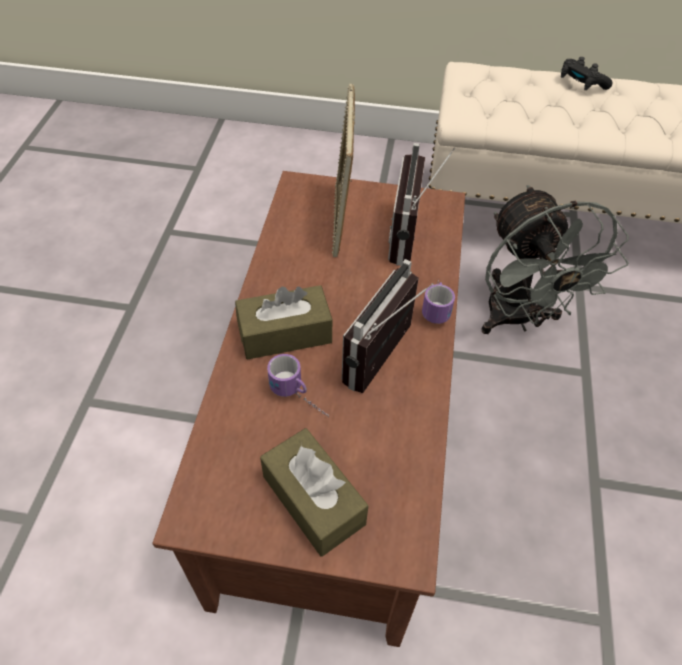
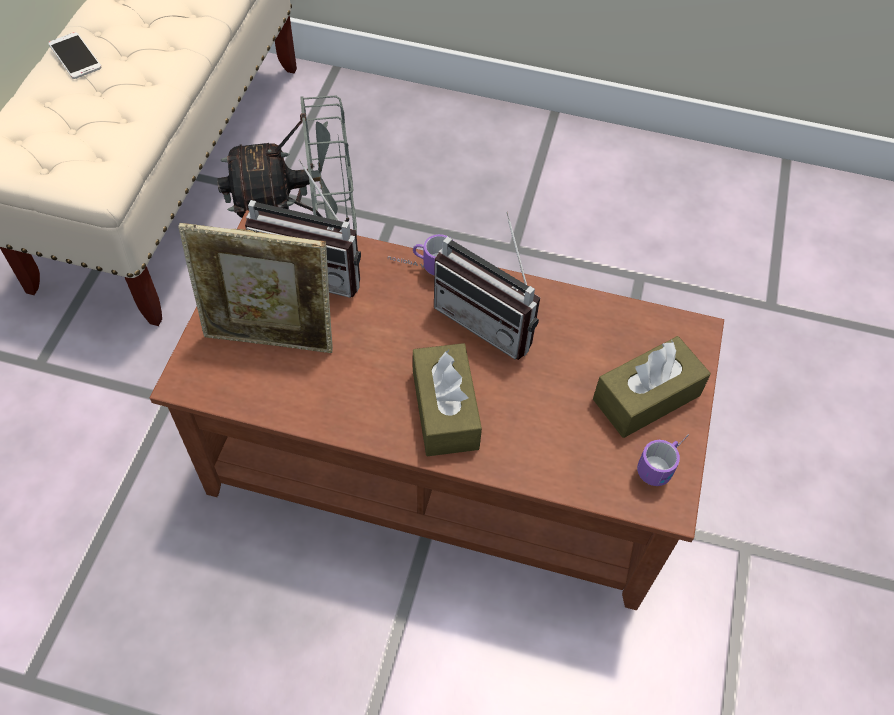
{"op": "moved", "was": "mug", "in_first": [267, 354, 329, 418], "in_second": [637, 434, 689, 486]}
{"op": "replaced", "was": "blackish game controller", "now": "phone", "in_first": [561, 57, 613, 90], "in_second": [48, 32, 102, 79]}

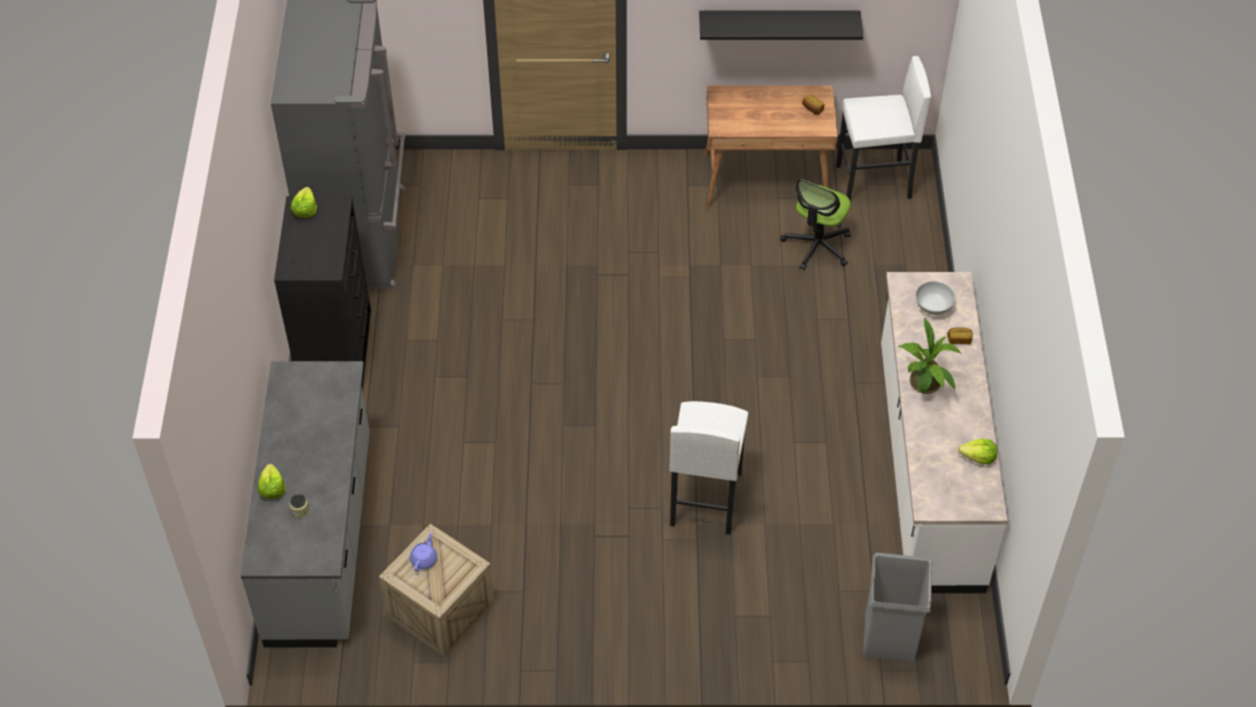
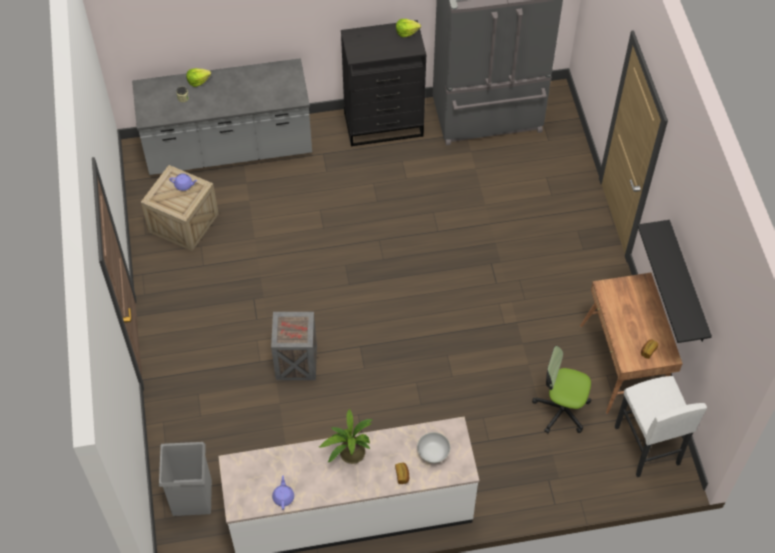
{"op": "replaced", "was": "white sitting stool", "now": "shipping crate", "in_first": [670, 401, 748, 535], "in_second": [271, 312, 317, 380]}
{"op": "replaced", "was": "lettuce", "now": "purple tea pot", "in_first": [958, 439, 997, 465], "in_second": [272, 475, 294, 510]}

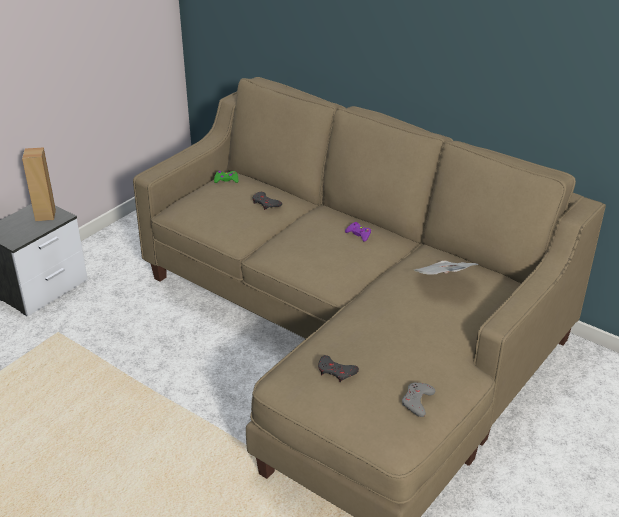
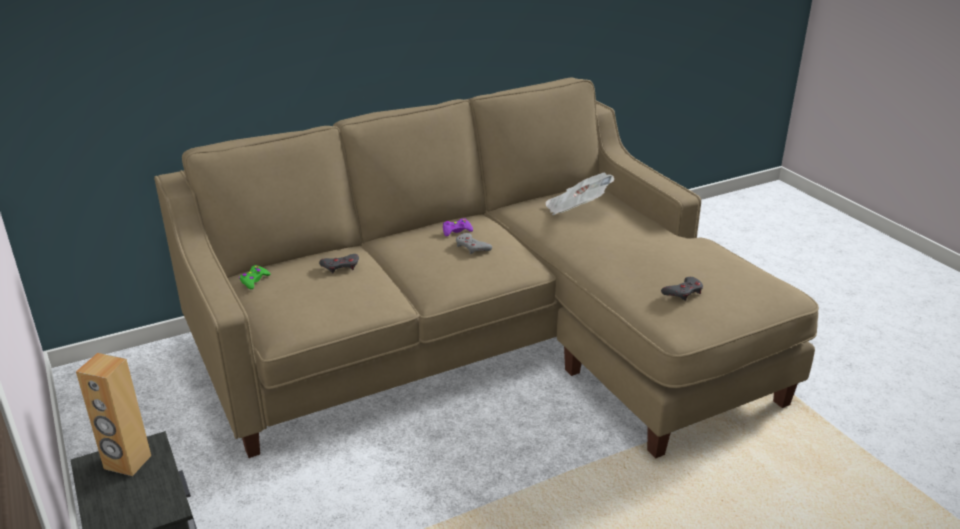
{"op": "moved", "was": "greyish game controller", "in_first": [402, 383, 435, 417], "in_second": [456, 233, 492, 254]}

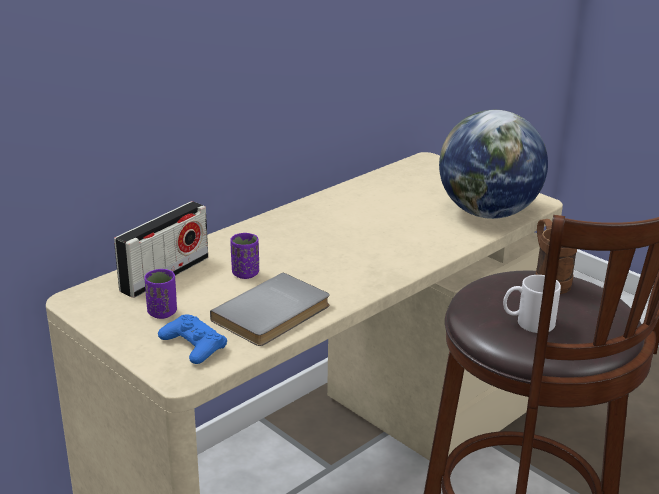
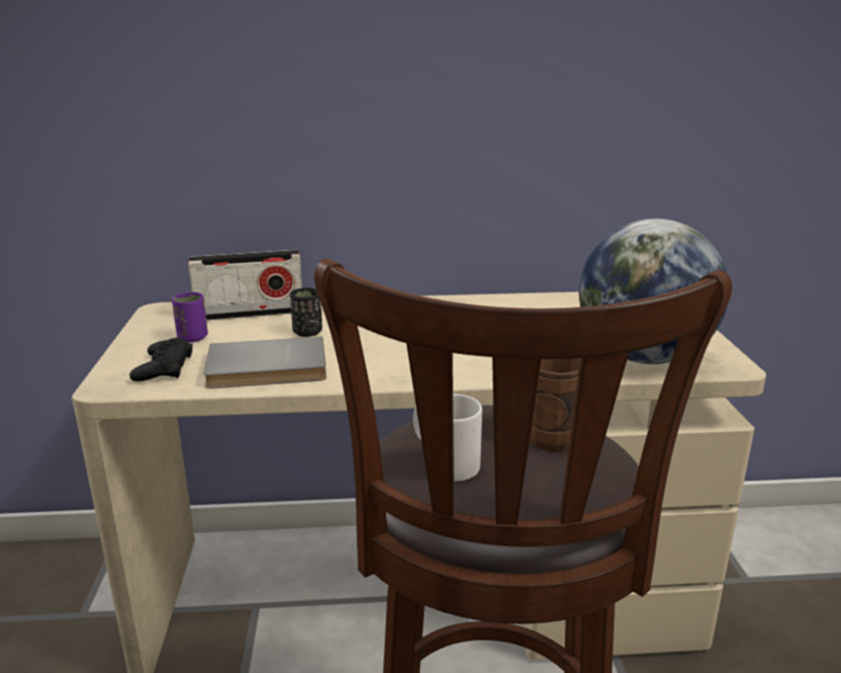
{"op": "recoloured", "was": "blue game controller", "now": "blackish game controller", "in_first": [158, 314, 227, 364], "in_second": [129, 338, 193, 381]}
{"op": "recoloured", "was": "purple drinking cup", "now": "blackish drinking cup", "in_first": [230, 233, 259, 279], "in_second": [290, 288, 322, 337]}

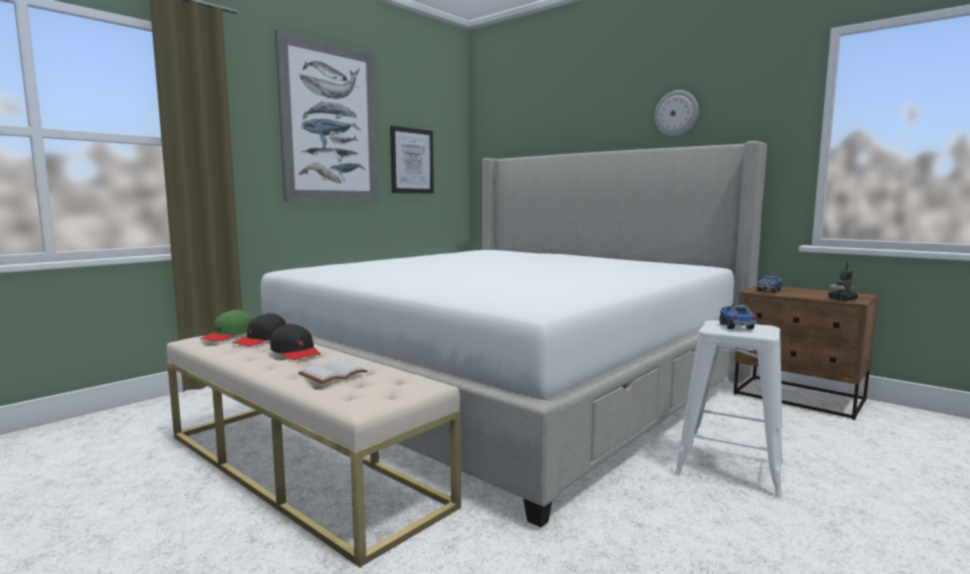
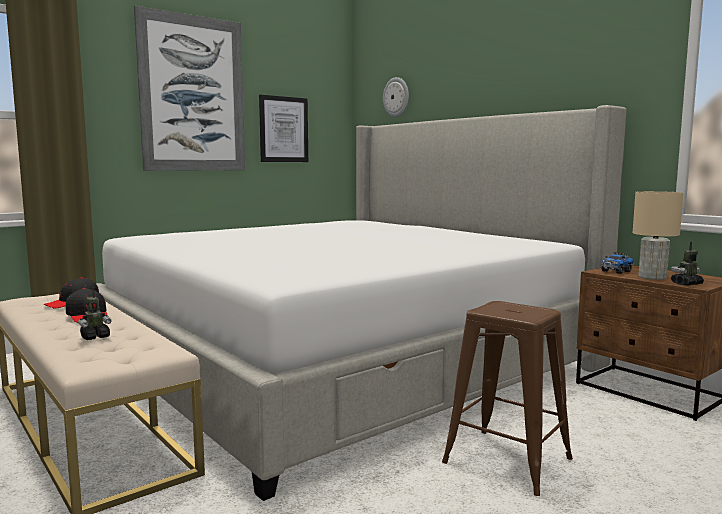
{"op": "removed", "was": "greenish baseball cap", "in_first": [200, 309, 252, 342]}
{"op": "replaced", "was": "white volume", "now": "model robot", "in_first": [298, 360, 367, 384], "in_second": [78, 287, 112, 340]}
{"op": "moved", "was": "hanging clock", "in_first": [655, 90, 699, 137], "in_second": [383, 77, 409, 117]}
{"op": "recoloured", "was": "white sitting stool", "now": "brown-coloured sitting stool", "in_first": [674, 320, 783, 498], "in_second": [442, 301, 573, 496]}
{"op": "removed", "was": "model truck", "in_first": [719, 304, 757, 329]}
{"op": "added", "now": "beige-coloured lamp for a table", "in_second": [633, 191, 683, 280]}

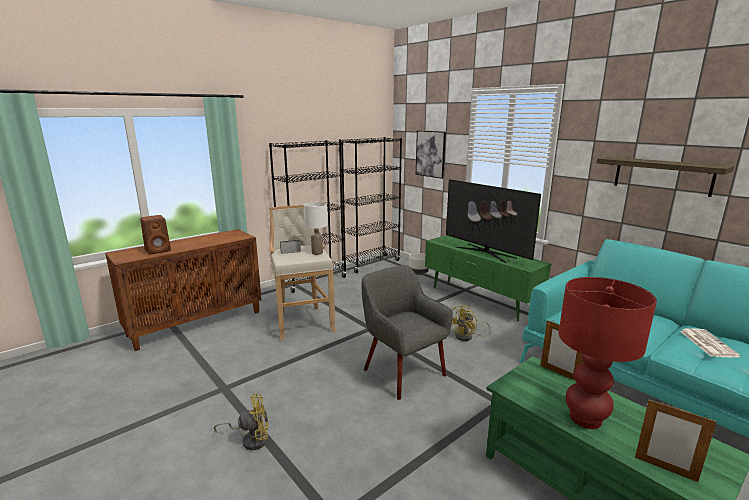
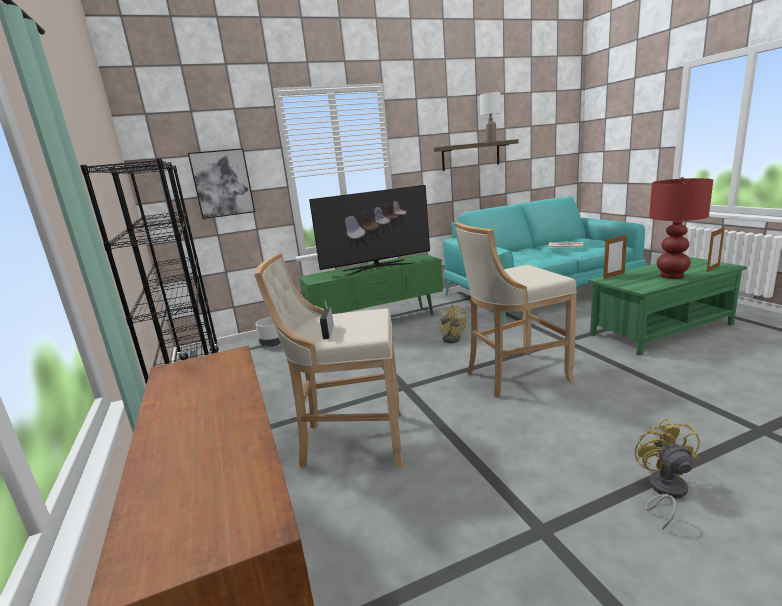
{"op": "removed", "was": "brown-coloured loudspeaker", "in_first": [140, 215, 171, 255]}
{"op": "moved", "was": "white lamp for a table", "in_first": [303, 202, 328, 255], "in_second": [480, 92, 501, 142]}
{"op": "replaced", "was": "greyish easy chair", "now": "beige-coloured sitting stool", "in_first": [362, 265, 453, 400], "in_second": [454, 222, 577, 398]}

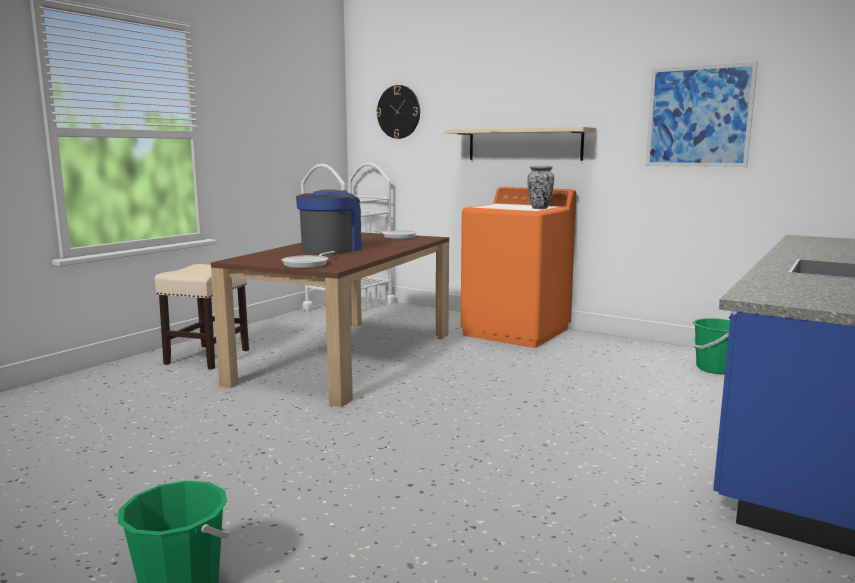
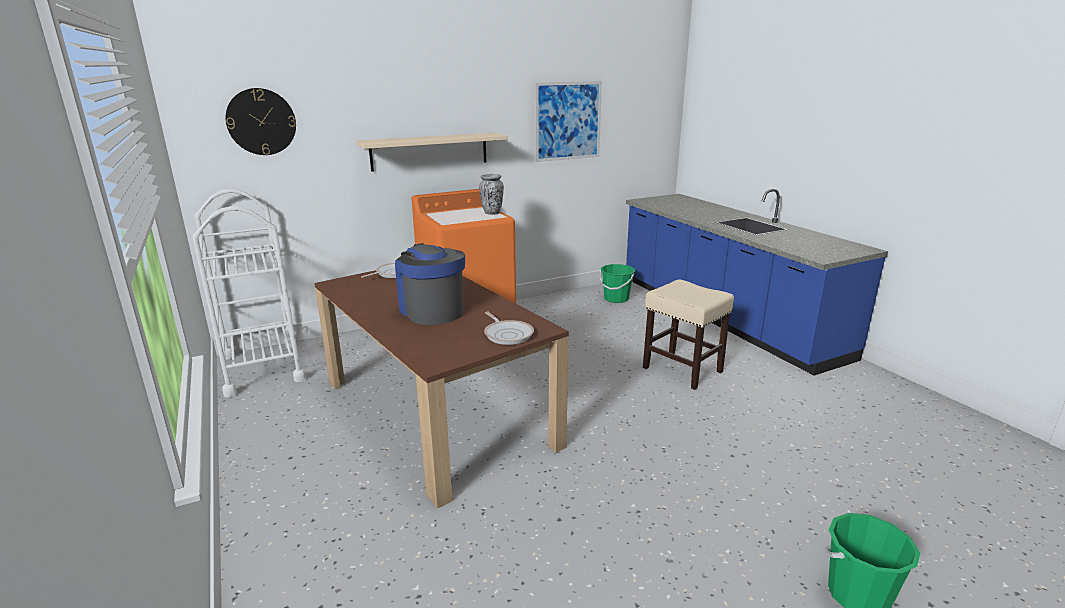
{"op": "moved", "was": "beige-coloured sitting stool", "in_first": [155, 264, 249, 369], "in_second": [643, 279, 734, 390]}

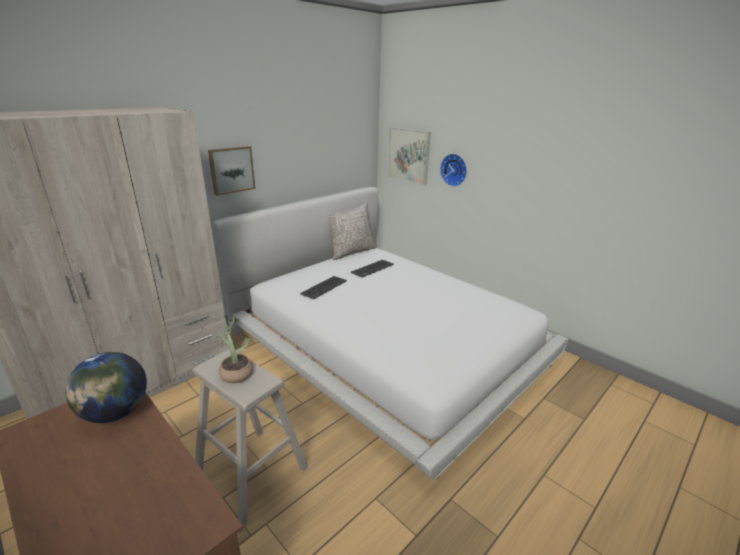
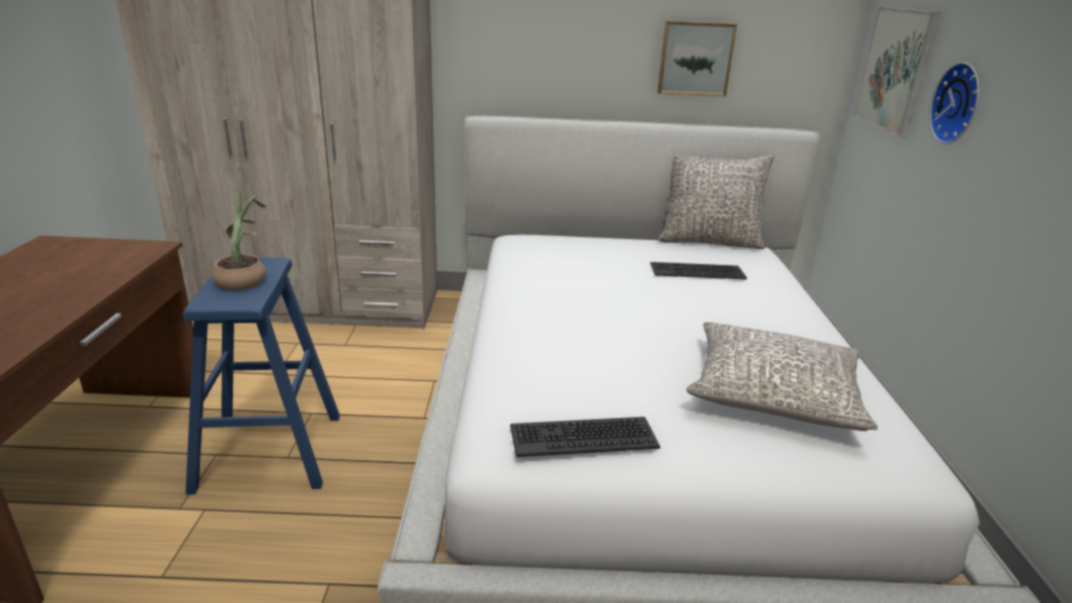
{"op": "removed", "was": "desk globe", "in_first": [65, 352, 147, 423]}
{"op": "recoloured", "was": "beige-coloured sitting stool", "now": "blue sitting stool", "in_first": [192, 349, 308, 526], "in_second": [183, 258, 340, 494]}
{"op": "moved", "was": "picture", "in_first": [208, 146, 255, 195], "in_second": [657, 21, 737, 97]}
{"op": "moved", "was": "computer keyboard", "in_first": [300, 276, 347, 299], "in_second": [510, 417, 660, 457]}
{"op": "added", "now": "greyish pillow", "in_second": [686, 322, 878, 431]}

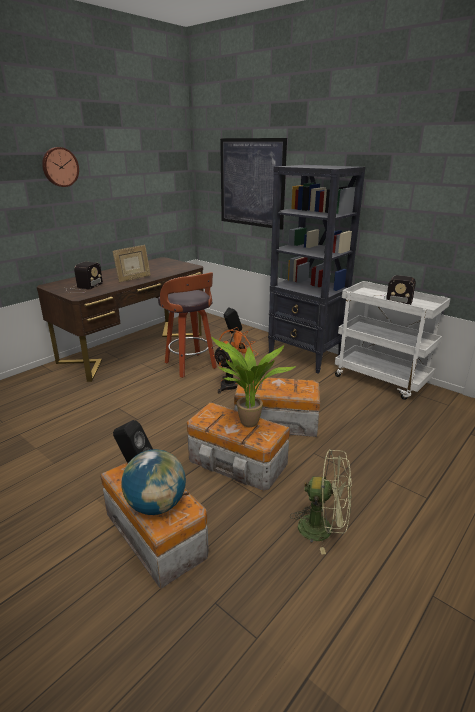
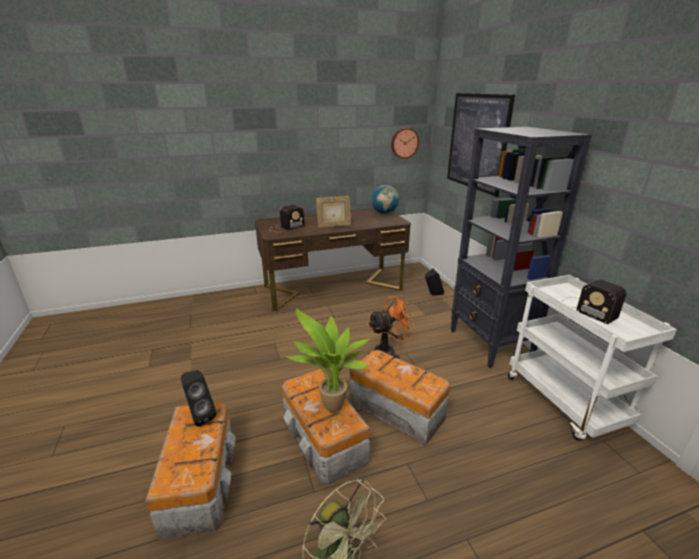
{"op": "moved", "was": "hanging clock", "in_first": [42, 147, 79, 187], "in_second": [391, 128, 419, 159]}
{"op": "moved", "was": "desk globe", "in_first": [121, 449, 186, 515], "in_second": [371, 185, 399, 214]}
{"op": "removed", "was": "sitting stool", "in_first": [158, 272, 217, 378]}

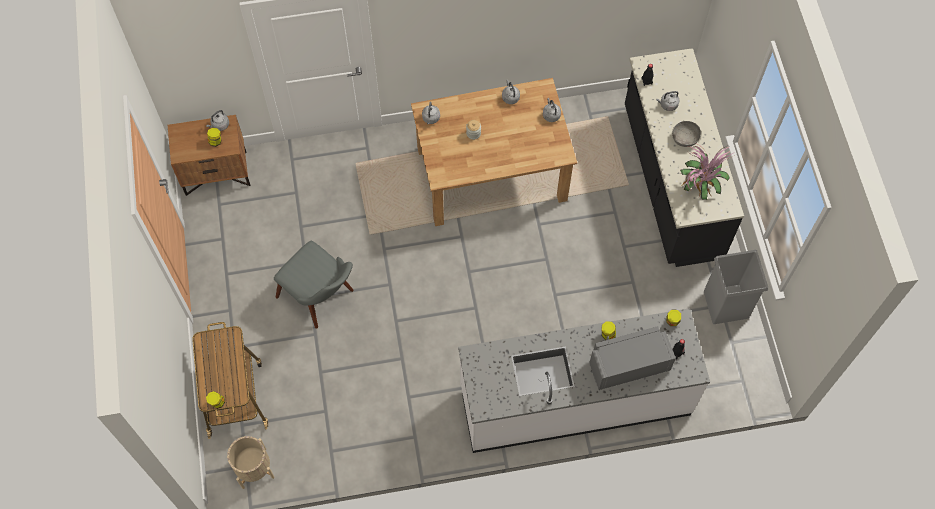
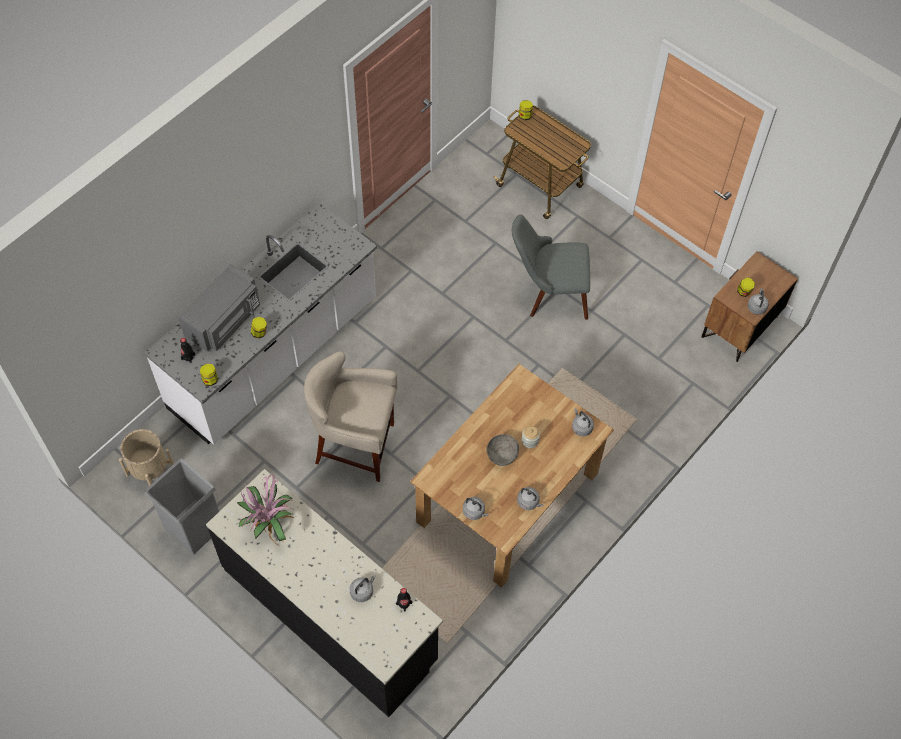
{"op": "moved", "was": "beige-coloured plant pot", "in_first": [227, 436, 275, 489], "in_second": [119, 429, 174, 486]}
{"op": "moved", "was": "greyish deep dish", "in_first": [672, 121, 701, 147], "in_second": [487, 434, 519, 466]}
{"op": "added", "now": "beige-coloured sitting stool", "in_second": [304, 351, 398, 482]}

